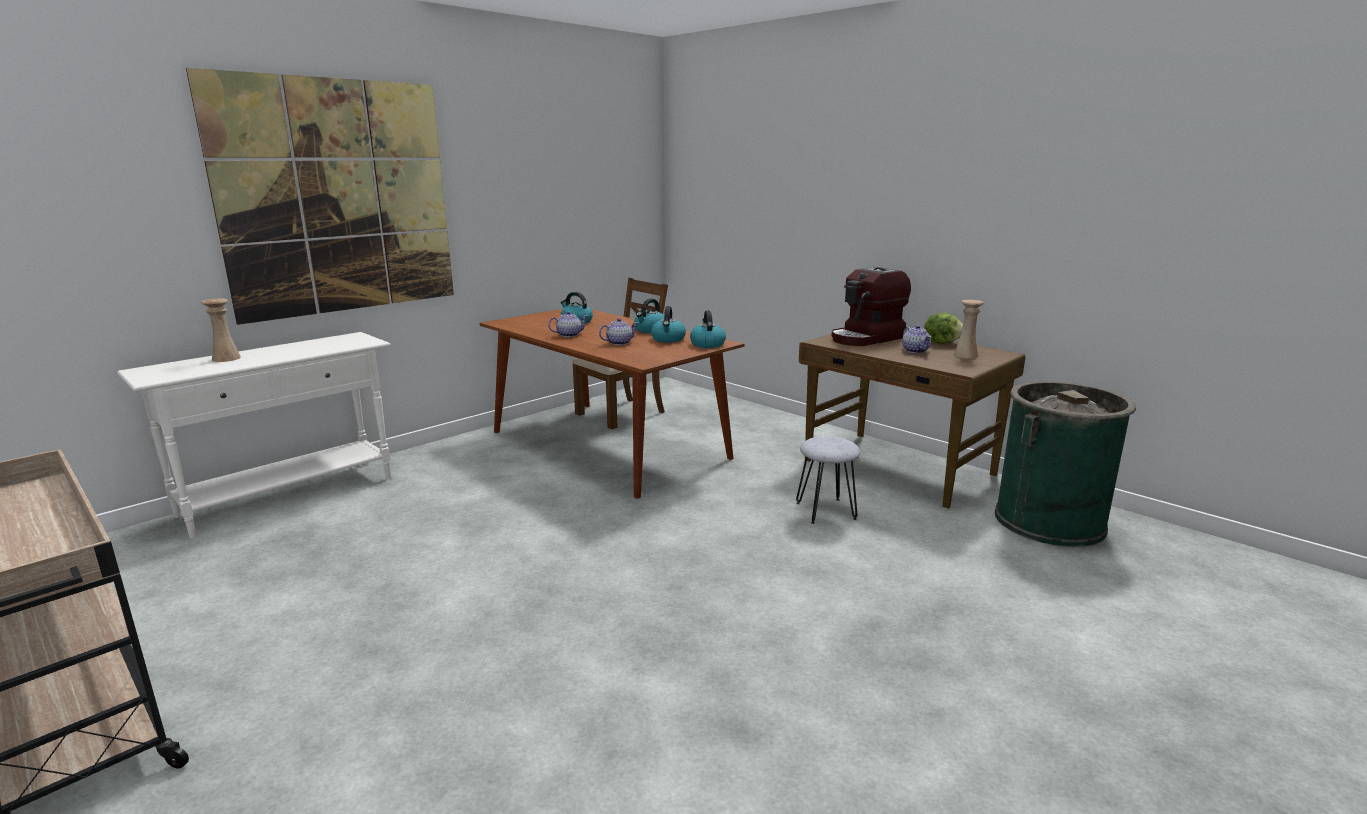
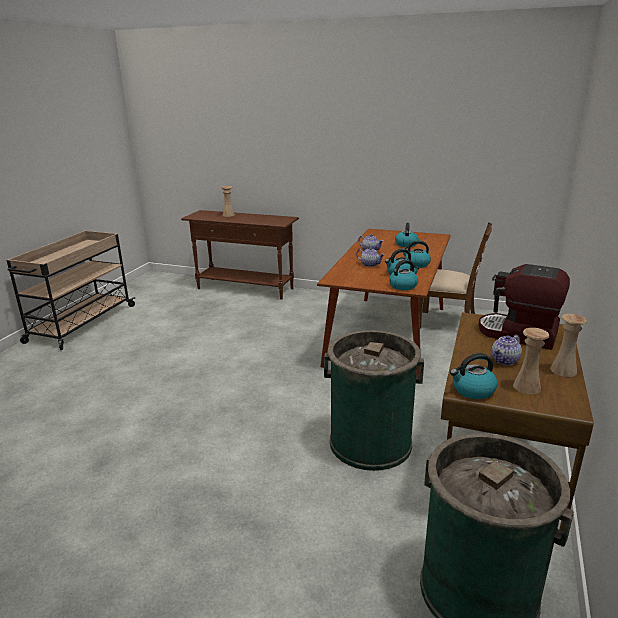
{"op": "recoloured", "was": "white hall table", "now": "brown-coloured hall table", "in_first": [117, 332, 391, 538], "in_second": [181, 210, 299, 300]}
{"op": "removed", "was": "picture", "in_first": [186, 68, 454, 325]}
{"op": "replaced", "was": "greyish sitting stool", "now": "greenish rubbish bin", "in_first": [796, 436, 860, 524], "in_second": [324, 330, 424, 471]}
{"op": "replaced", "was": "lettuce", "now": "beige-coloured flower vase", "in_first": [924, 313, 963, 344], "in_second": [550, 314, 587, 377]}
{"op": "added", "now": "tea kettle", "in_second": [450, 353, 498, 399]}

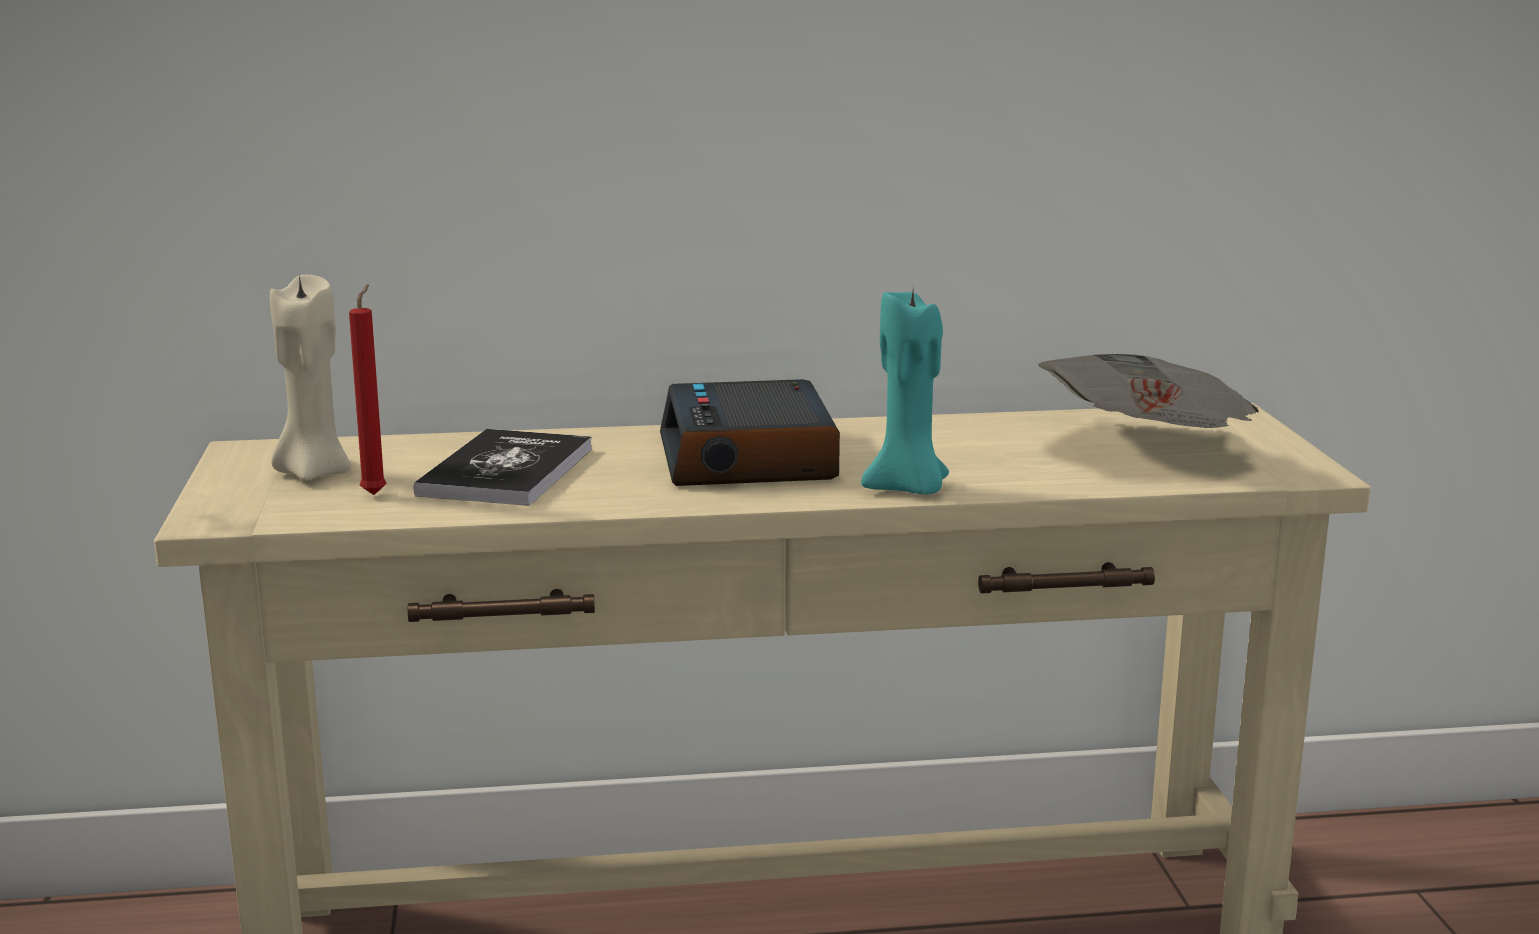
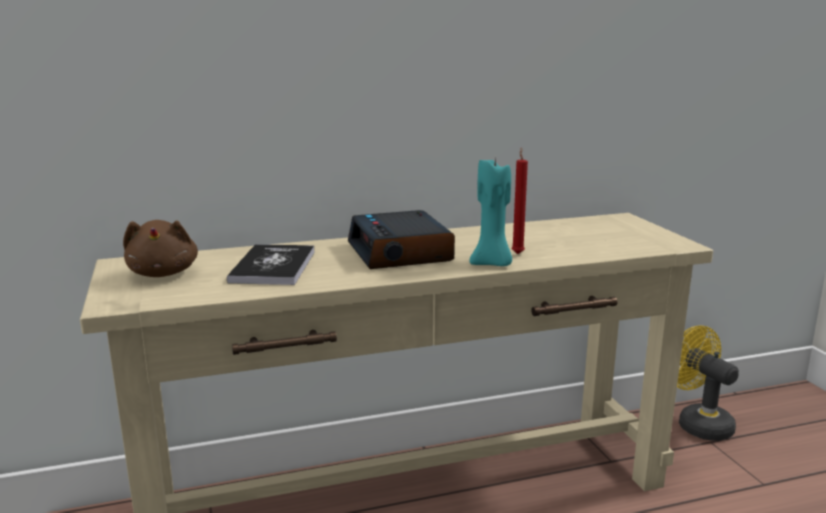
{"op": "replaced", "was": "beige-coloured wax candle", "now": "brown-coloured plush toy", "in_first": [270, 275, 351, 481], "in_second": [123, 220, 198, 277]}
{"op": "moved", "was": "reddish wax candle", "in_first": [349, 284, 386, 495], "in_second": [511, 148, 528, 254]}
{"op": "removed", "was": "daily paper", "in_first": [1038, 354, 1258, 428]}
{"op": "added", "now": "yellow fan", "in_second": [677, 325, 739, 441]}

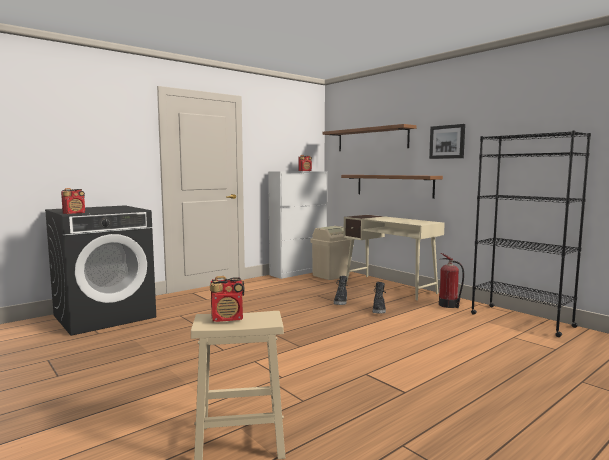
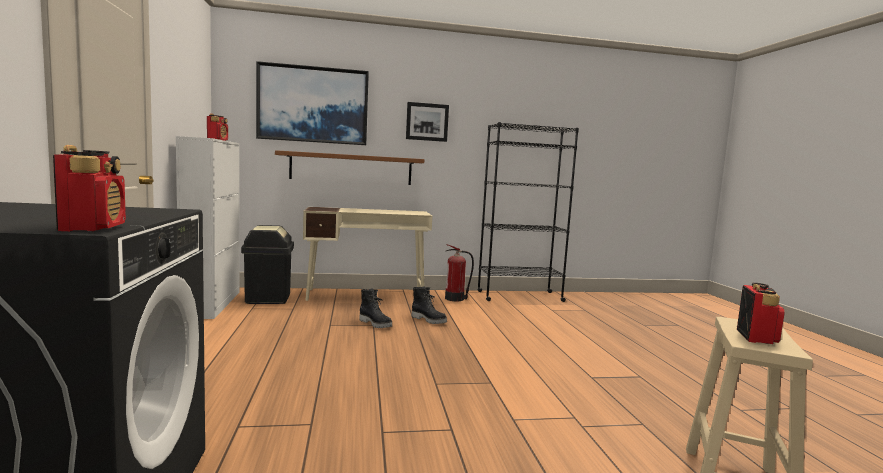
{"op": "recoloured", "was": "beige-coloured rubbish bin", "now": "blackish rubbish bin", "in_first": [311, 226, 351, 280], "in_second": [241, 225, 294, 304]}
{"op": "replaced", "was": "brown-coloured bracket shelf", "now": "picture", "in_first": [322, 124, 417, 151], "in_second": [256, 61, 369, 145]}

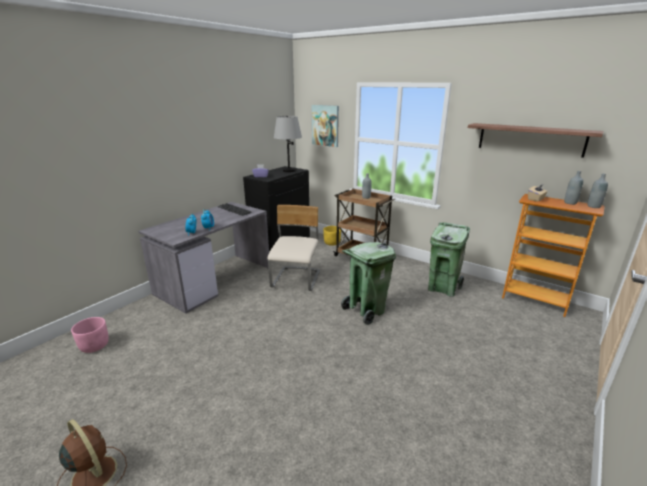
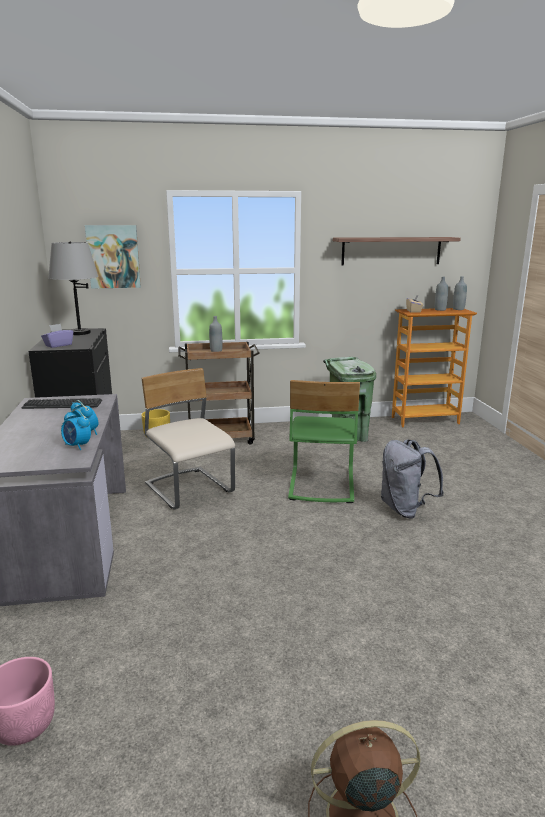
{"op": "replaced", "was": "greenish rubbish bin", "now": "greenish upright chair", "in_first": [341, 242, 396, 325], "in_second": [288, 380, 360, 503]}
{"op": "added", "now": "greyish knapsack", "in_second": [381, 440, 444, 518]}

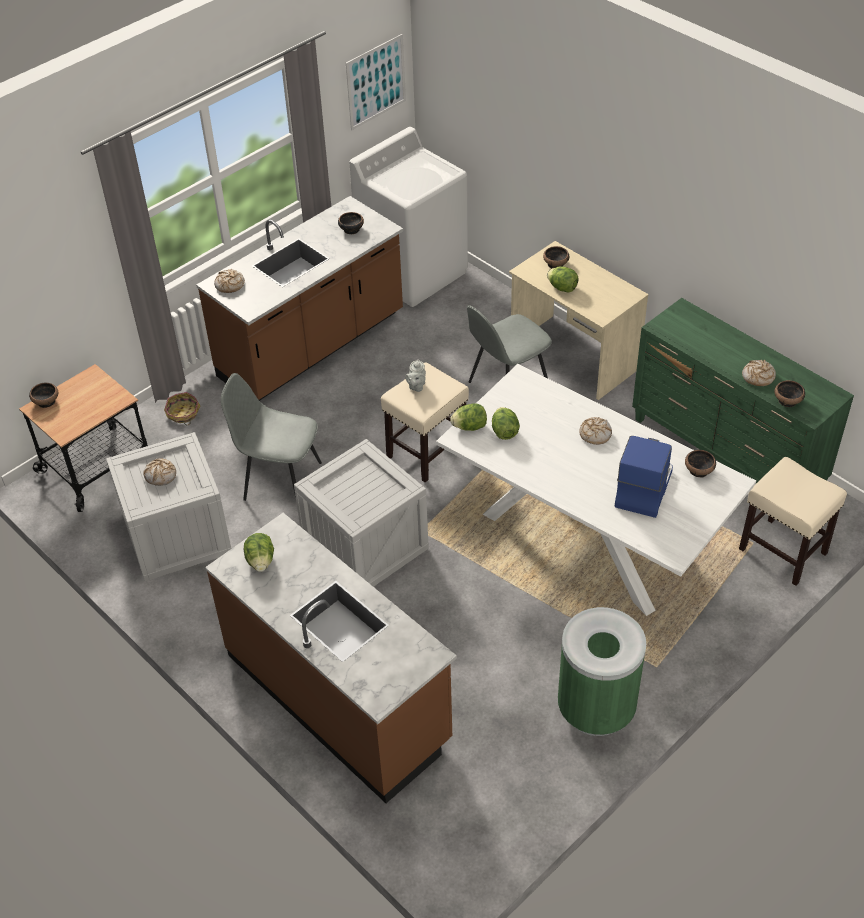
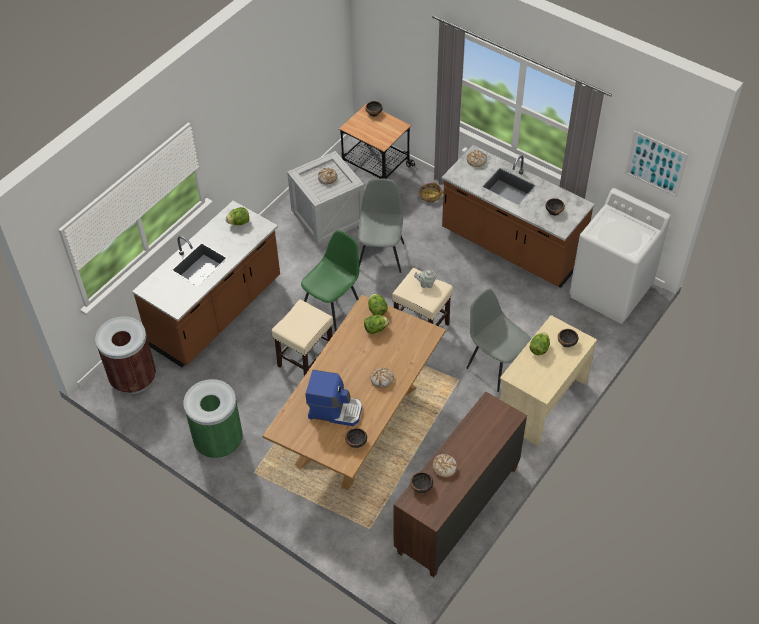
{"op": "replaced", "was": "shipping crate", "now": "greenish upright chair", "in_first": [294, 439, 429, 587], "in_second": [301, 230, 359, 332]}
{"op": "recoloured", "was": "white dining table", "now": "brown-coloured dining table", "in_first": [436, 364, 756, 616], "in_second": [263, 295, 446, 490]}
{"op": "recoloured", "was": "greenish dresser", "now": "brown-coloured dresser", "in_first": [632, 298, 854, 483], "in_second": [393, 391, 527, 577]}
{"op": "moved", "was": "beige-coloured sitting stool", "in_first": [739, 457, 847, 586], "in_second": [272, 300, 333, 376]}
{"op": "added", "now": "brown-coloured rubbish bin", "in_second": [95, 316, 156, 394]}

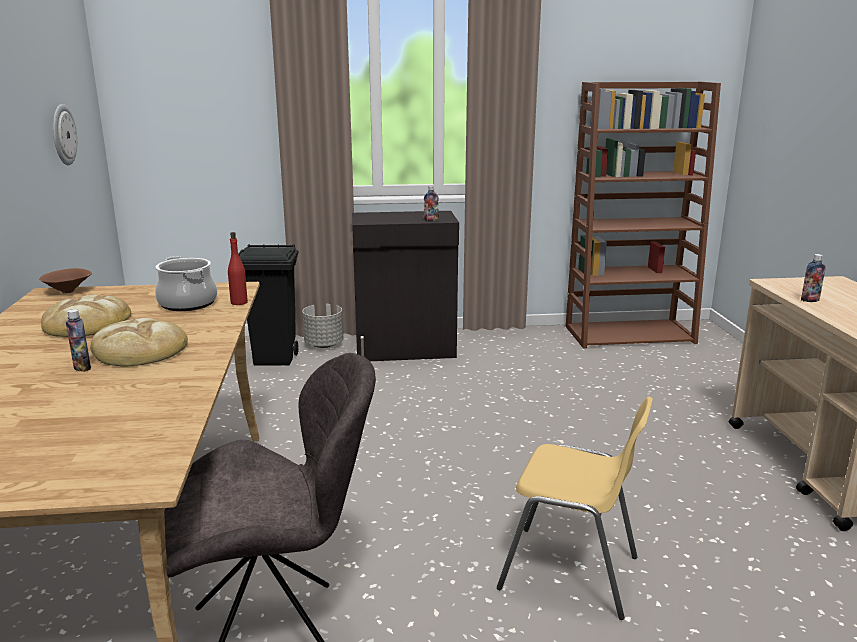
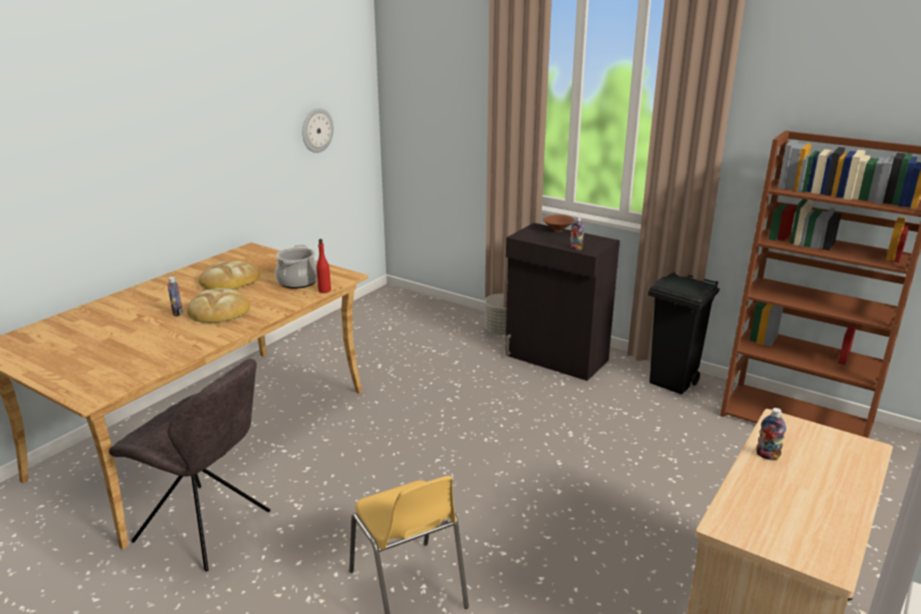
{"op": "moved", "was": "brown-coloured deep dish", "in_first": [39, 268, 92, 294], "in_second": [543, 215, 575, 232]}
{"op": "moved", "was": "blackish rubbish bin", "in_first": [238, 244, 299, 365], "in_second": [648, 272, 720, 395]}

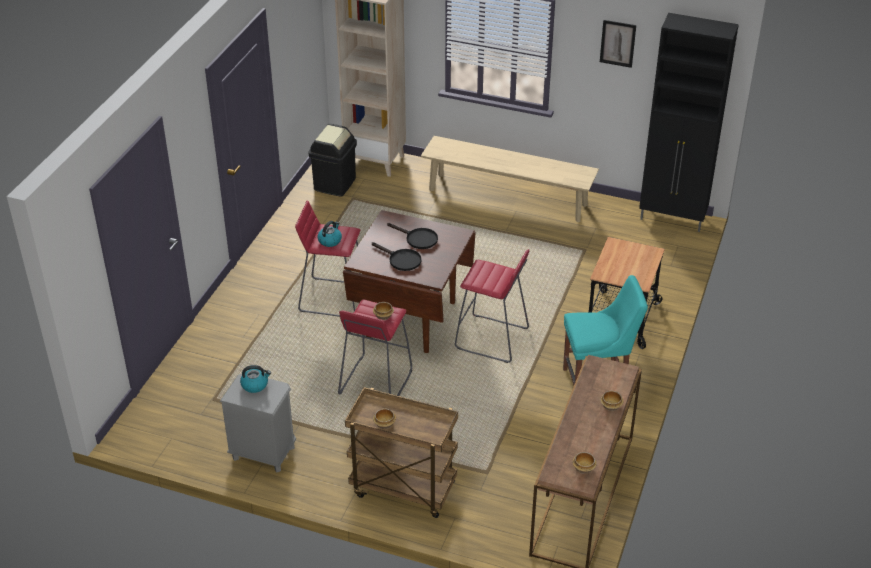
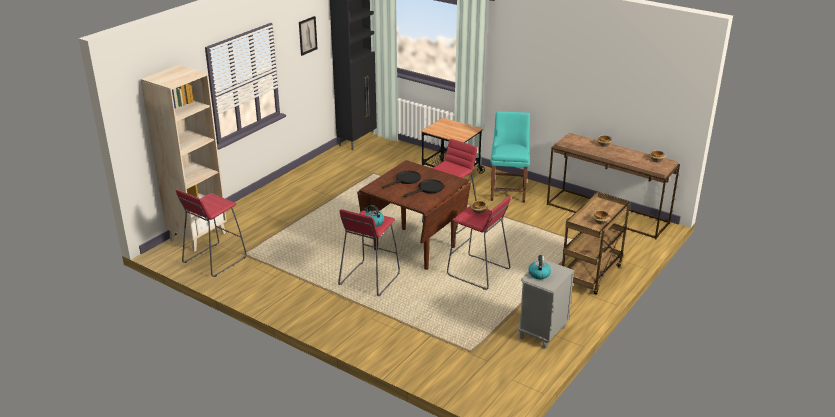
{"op": "replaced", "was": "blackish rubbish bin", "now": "reddish sitting stool", "in_first": [309, 124, 357, 197], "in_second": [176, 189, 247, 277]}
{"op": "removed", "was": "beige-coloured bench", "in_first": [421, 136, 599, 222]}

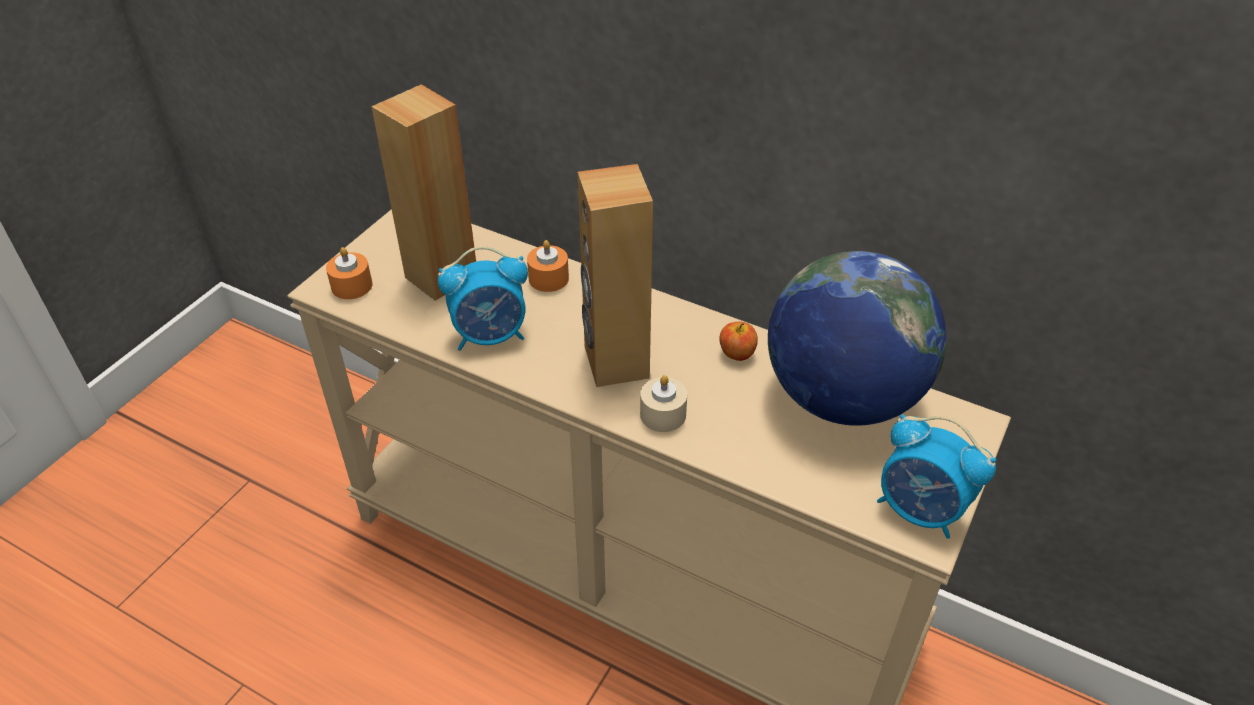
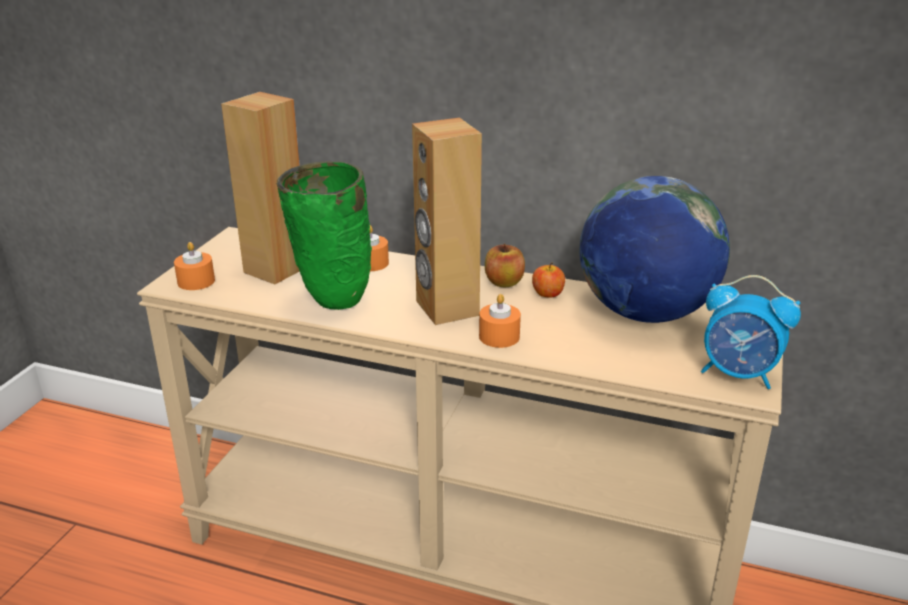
{"op": "replaced", "was": "table clock", "now": "greenish flower vase", "in_first": [438, 246, 528, 351], "in_second": [276, 161, 372, 310]}
{"op": "recoloured", "was": "beige-coloured wax candle", "now": "orange wax candle", "in_first": [640, 375, 687, 432], "in_second": [479, 294, 521, 348]}
{"op": "added", "now": "apple fruit", "in_second": [485, 243, 525, 287]}

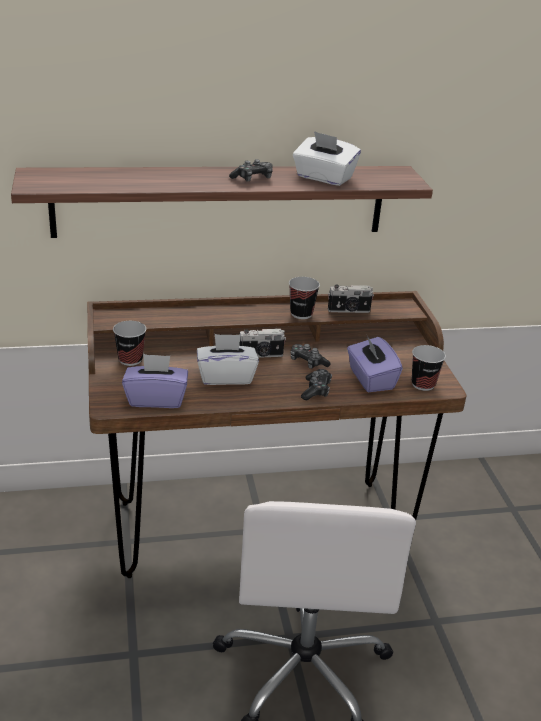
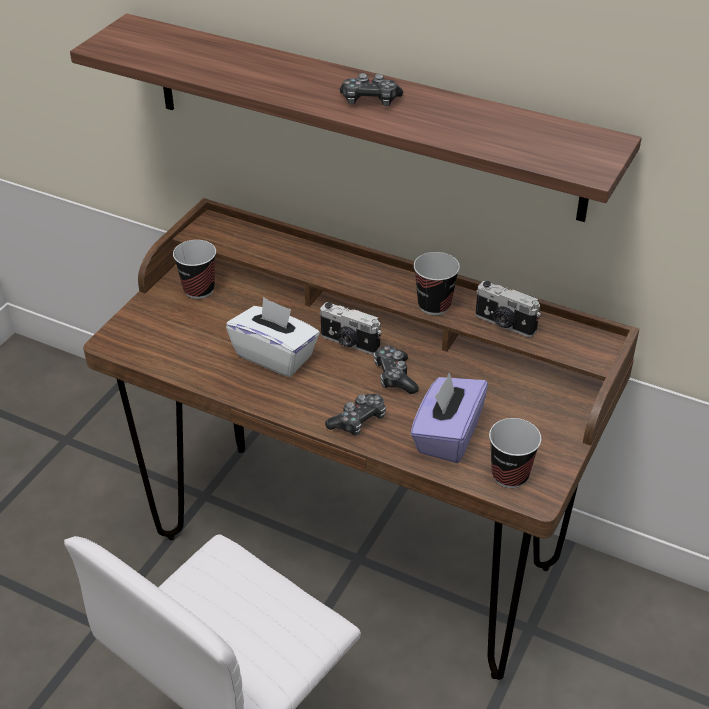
{"op": "removed", "was": "purple tissue box", "in_first": [122, 354, 188, 408]}
{"op": "removed", "was": "white tissue box", "in_first": [293, 131, 361, 186]}

